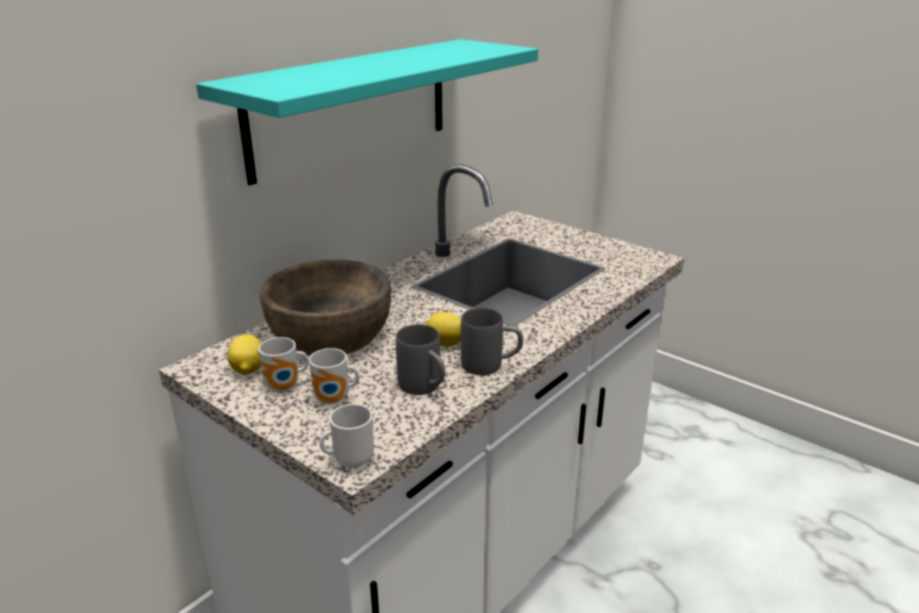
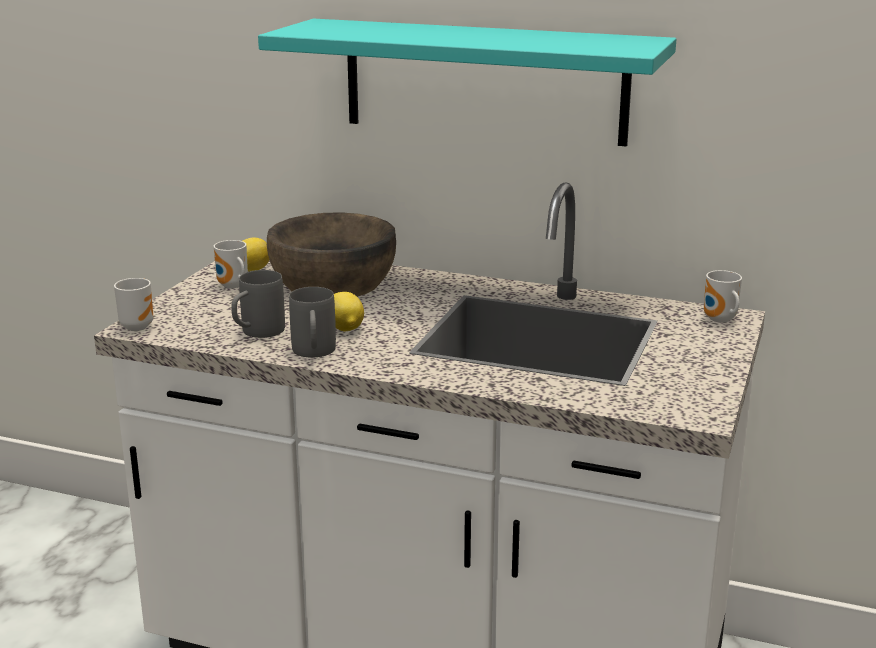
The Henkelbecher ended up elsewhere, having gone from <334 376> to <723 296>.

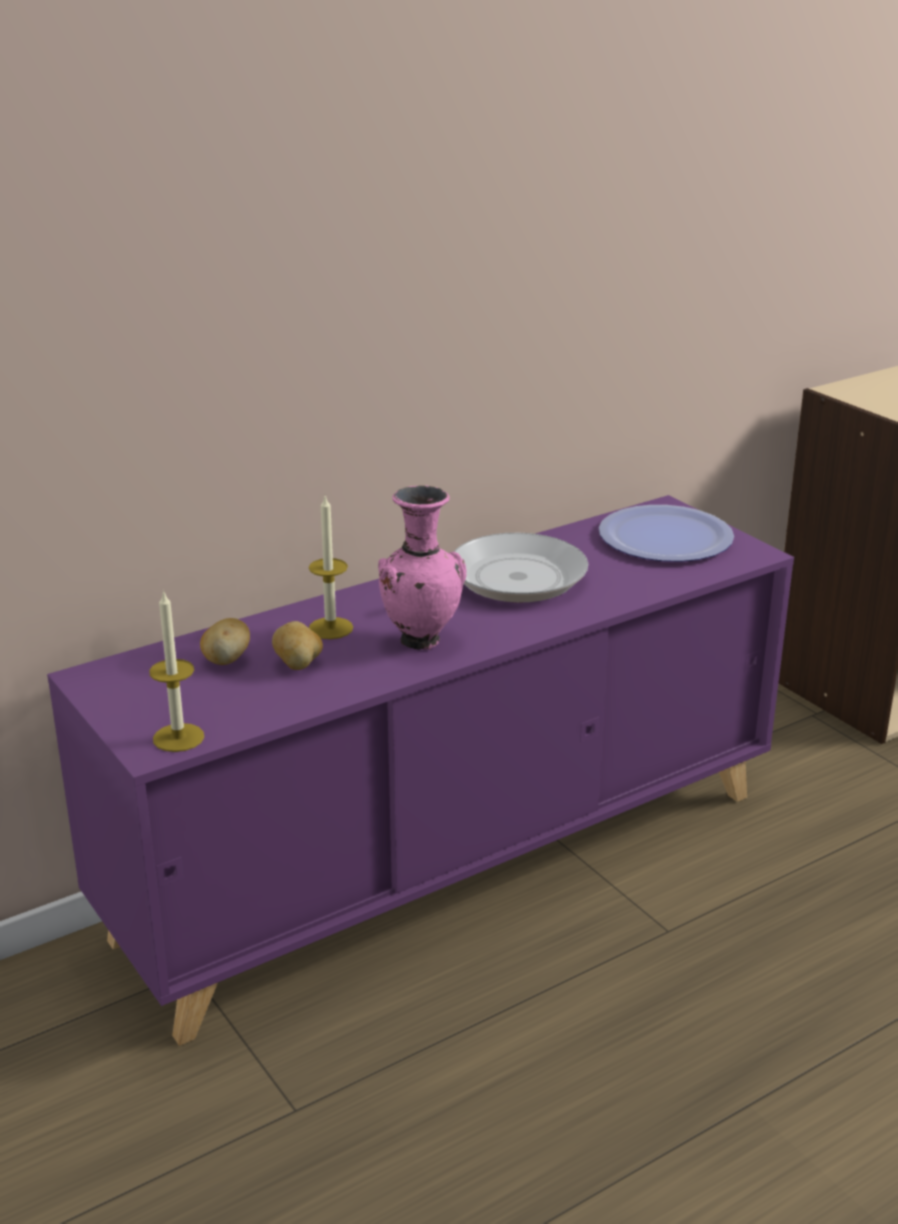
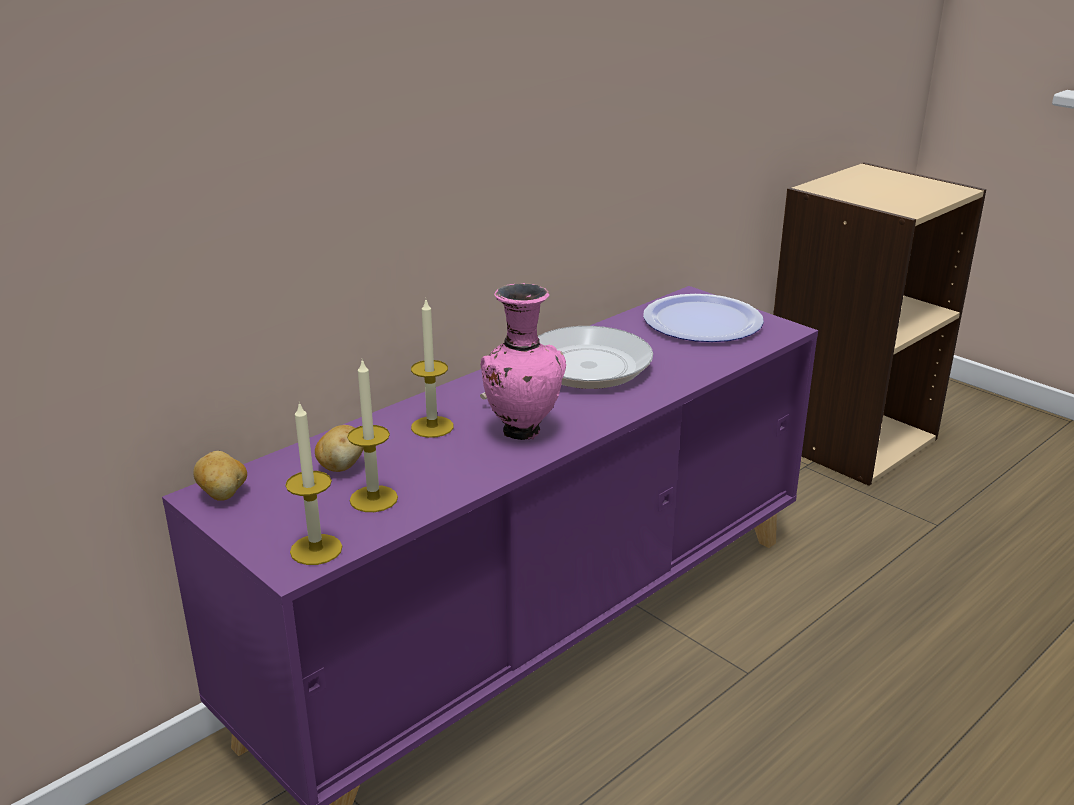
The Kartoffel ended up elsewhere, having gone from <297 645> to <220 476>.
The second view gained the Kerze at <372 435>.

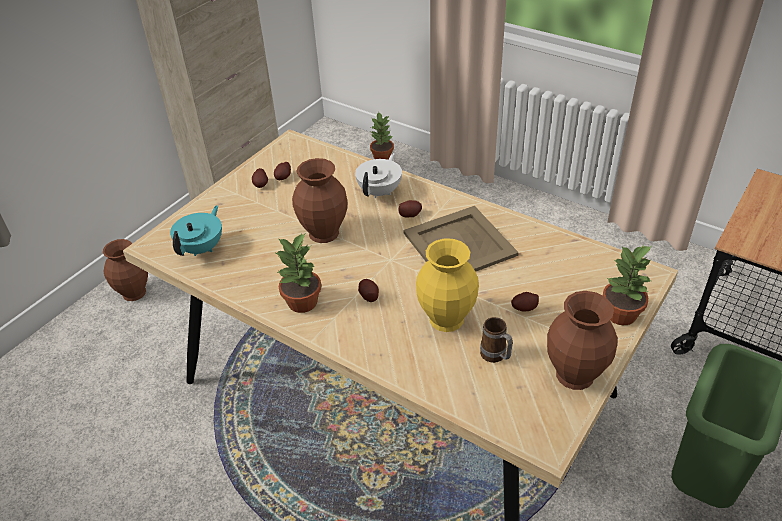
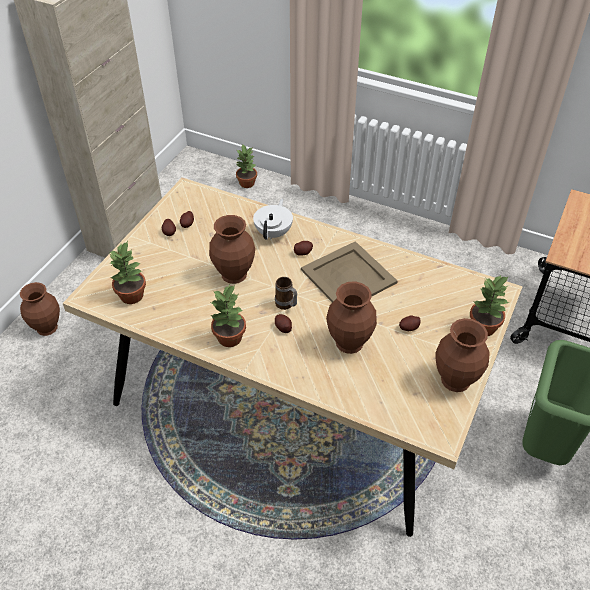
Where the Teekanne [türkis] stood at <196 230>, the Topfpflanze came to stand at <127 272>.
The Henkelbecher ended up elsewhere, having gone from <496 340> to <286 293>.
What was the Vase [gelb] at <447 285> turned into the Vase [braun] at <351 317>.

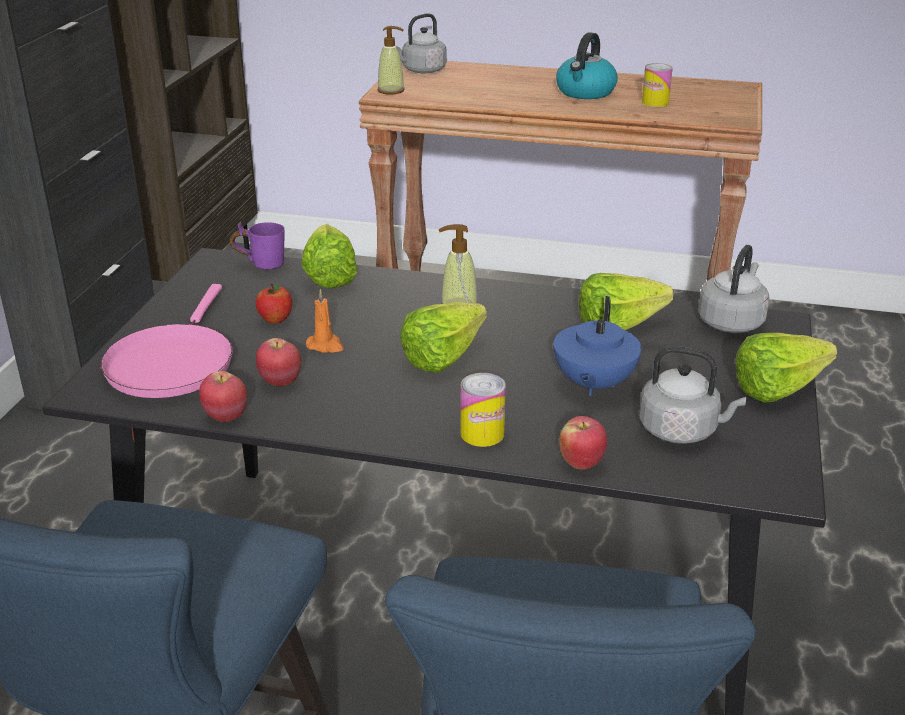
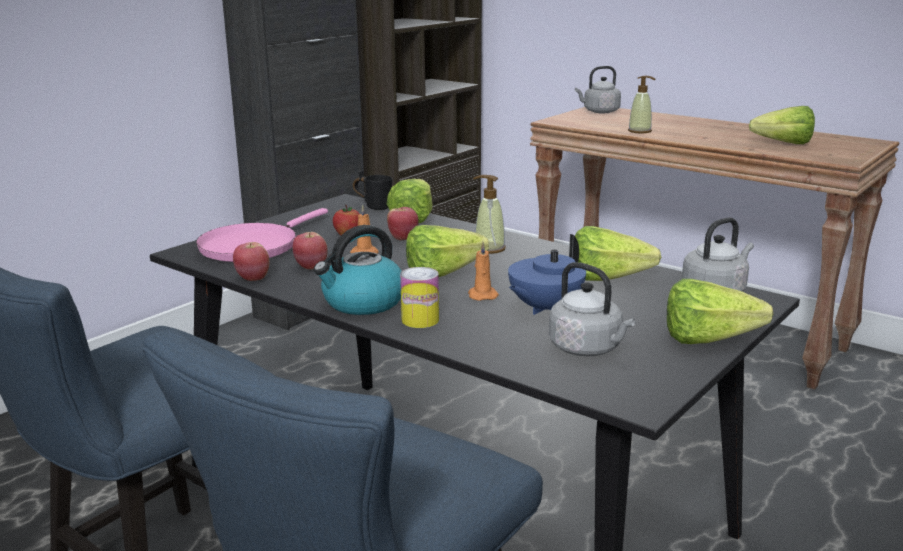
The Wasserkessel ended up elsewhere, having gone from <587 65> to <358 270>.
What was the Henkelbecher [lila] at <257 246> turned into the Henkelbecher [schwarz] at <372 190>.
The Apfel ended up elsewhere, having gone from <583 443> to <403 223>.
The second view gained the Kerze [orange] at <483 271>.
The Seifenspender ended up elsewhere, having gone from <391 60> to <642 104>.
Where the Dose stood at <657 85>, the Salatkopf came to stand at <782 125>.

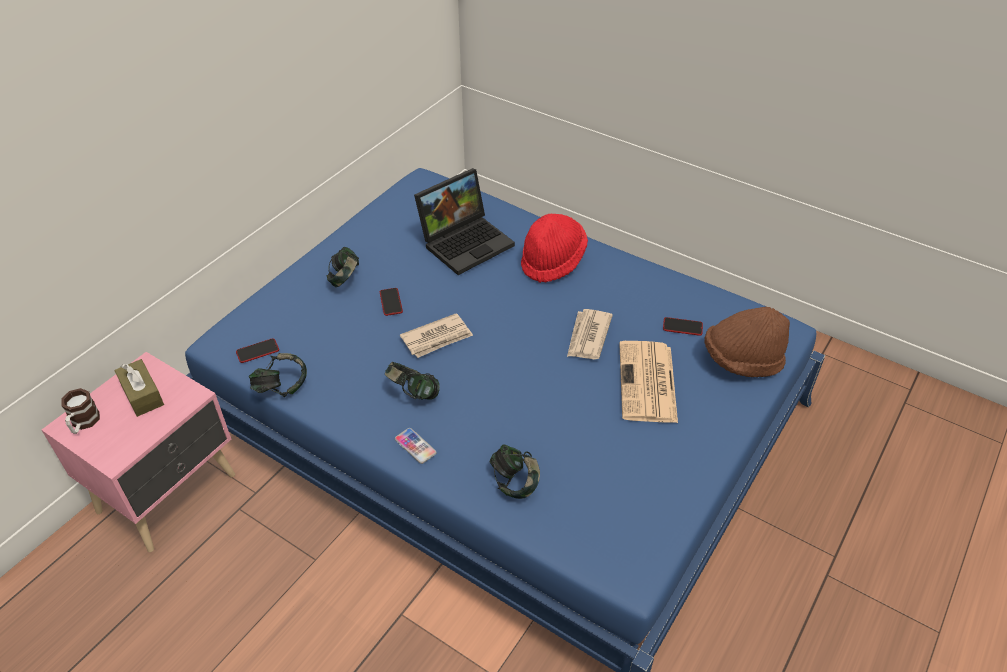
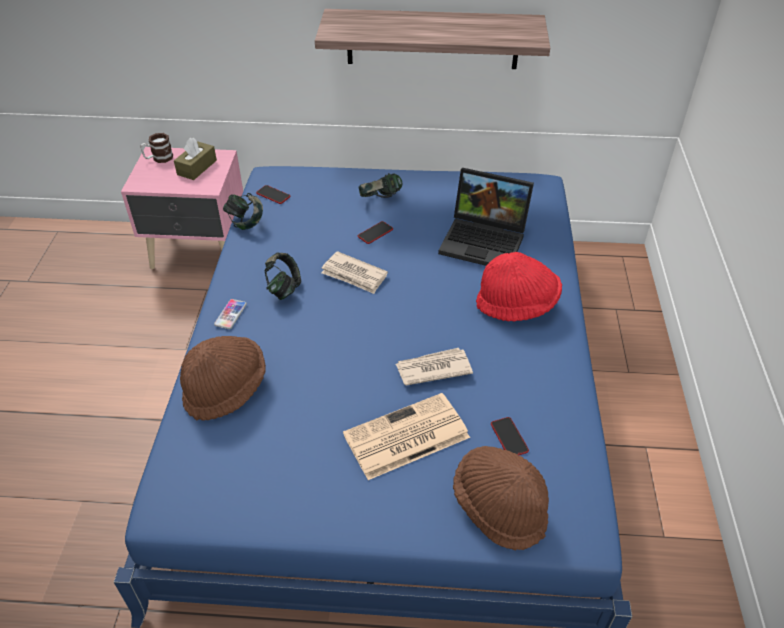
Where the Kopfhörer stood at <515 472>, the Hut [braun] came to stand at <223 378>.
The second view gained the Wandregal at <432 39>.

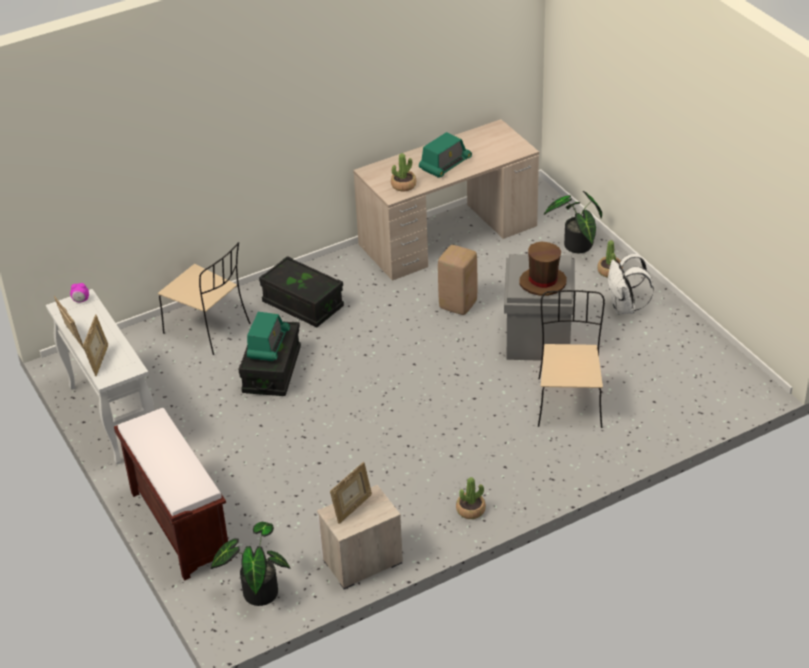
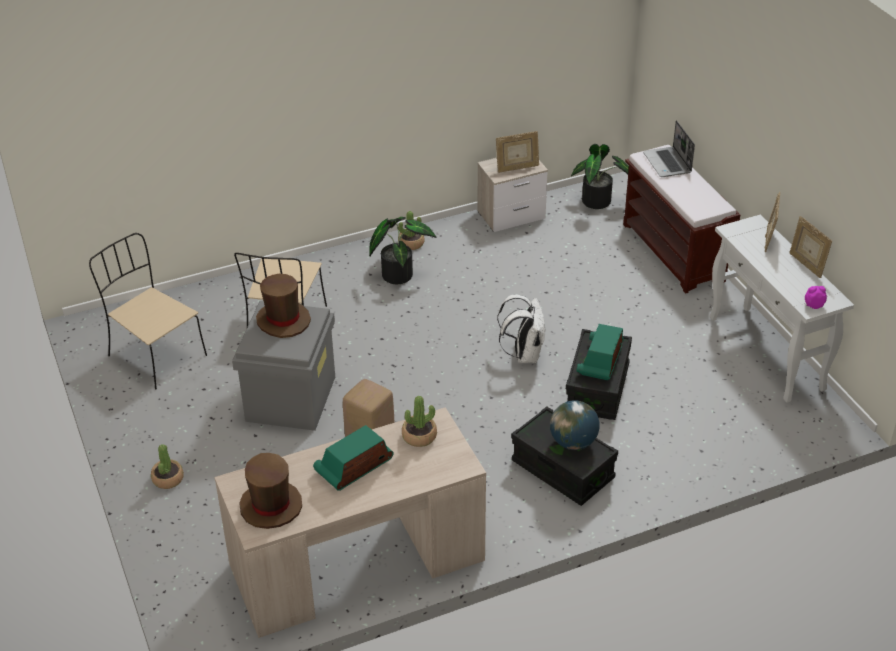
The Stuhl [beige] ended up elsewhere, having gone from <204 298> to <148 311>.
The second view gained the Hut [braun] at <271 491>.
The Topfpflanze ended up elsewhere, having gone from <573 222> to <402 250>.
The Bilderrahmen at <351 493> ended up facing another way, 150 degrees counterclockwise from before.
The Rucksack [weiß] ended up elsewhere, having gone from <631 284> to <521 328>.
The second view gained the Globus at <575 425>.
The second view gained the Laptop at <669 148>.

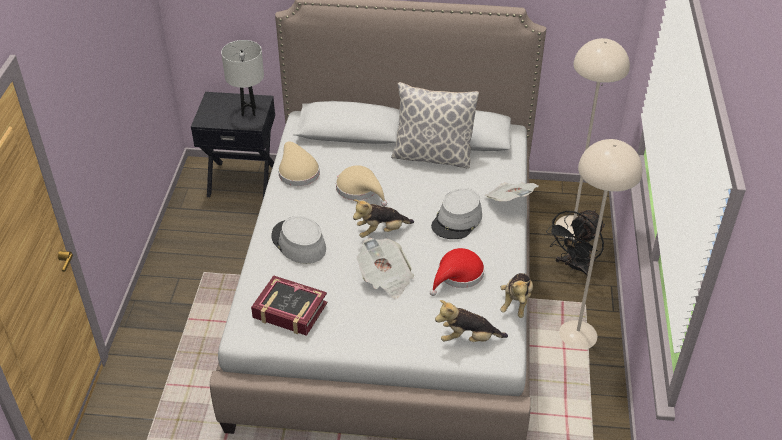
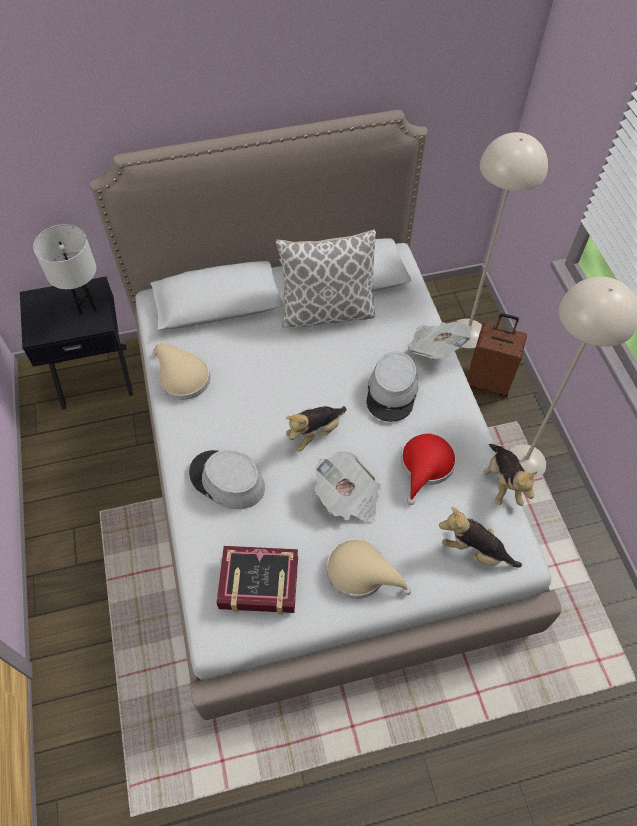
The Hut [beige] ended up elsewhere, having gone from <361 185> to <369 569>.
The Plüschtier at <471 321> ended up facing another way, 45 degrees clockwise from before.
Where the Ventilator [schwarz] stood at <575 243>, the Koffer [braun] came to stand at <497 355>.

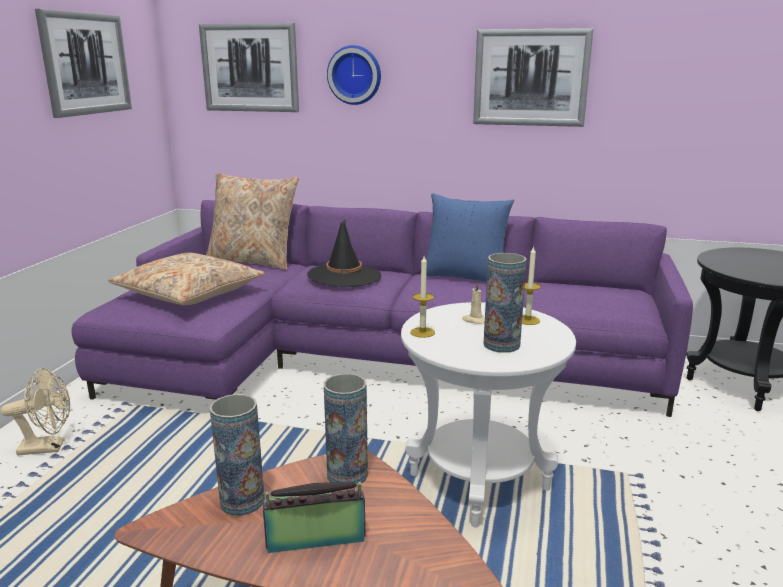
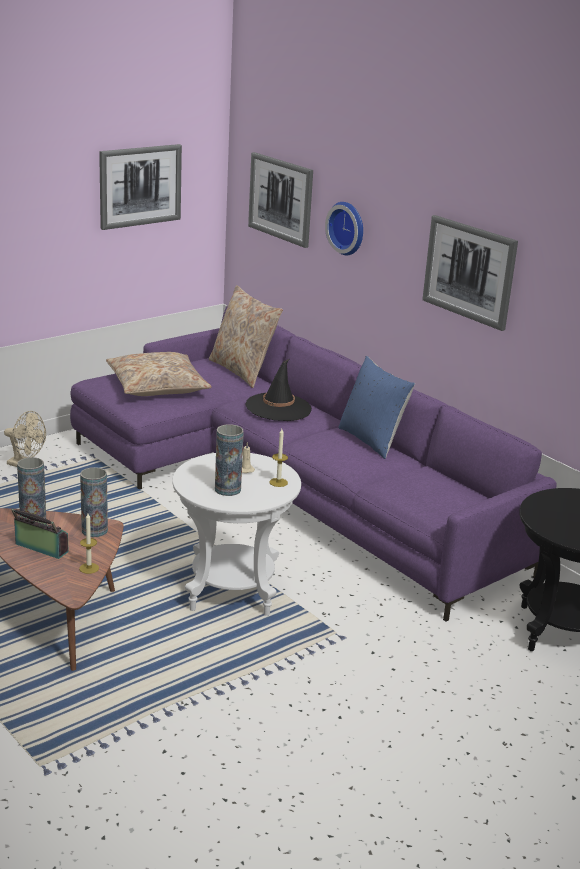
The Kerze ended up elsewhere, having gone from <422 297> to <89 544>.

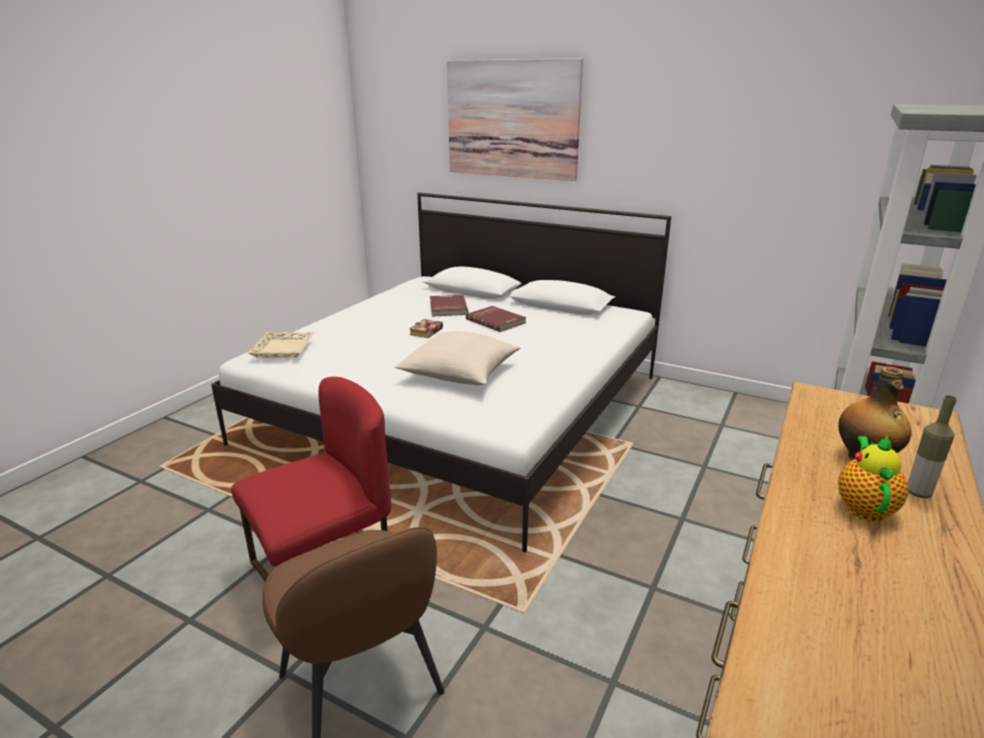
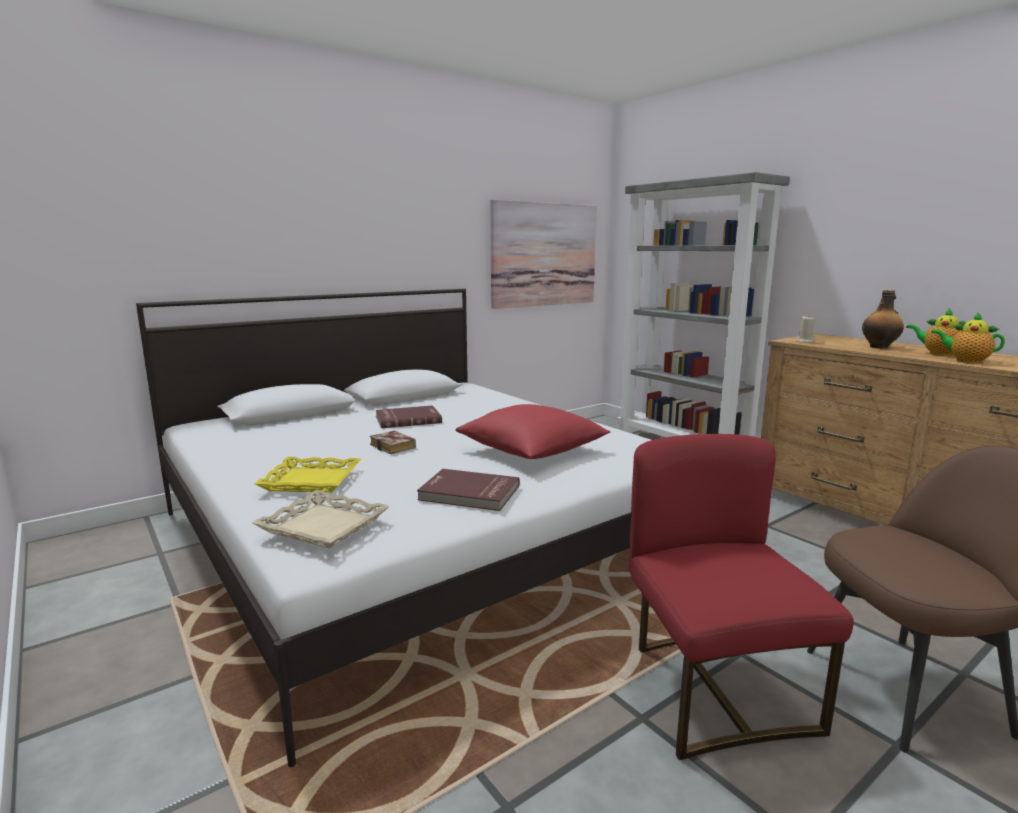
The second view gained the Tablett [gelb] at <307 475>.
The Buch [rot] ended up elsewhere, having gone from <449 305> to <468 490>.
What was the Kissen [beige] at <457 358> turned into the Kissen [rot] at <533 431>.
The Bild ended up elsewhere, having gone from <515 119> to <543 254>.
The second view gained the Kerze [beige] at <805 329>.
The second view gained the Teekanne at <968 337>.
The second view lost the Flasche at <932 446>.

